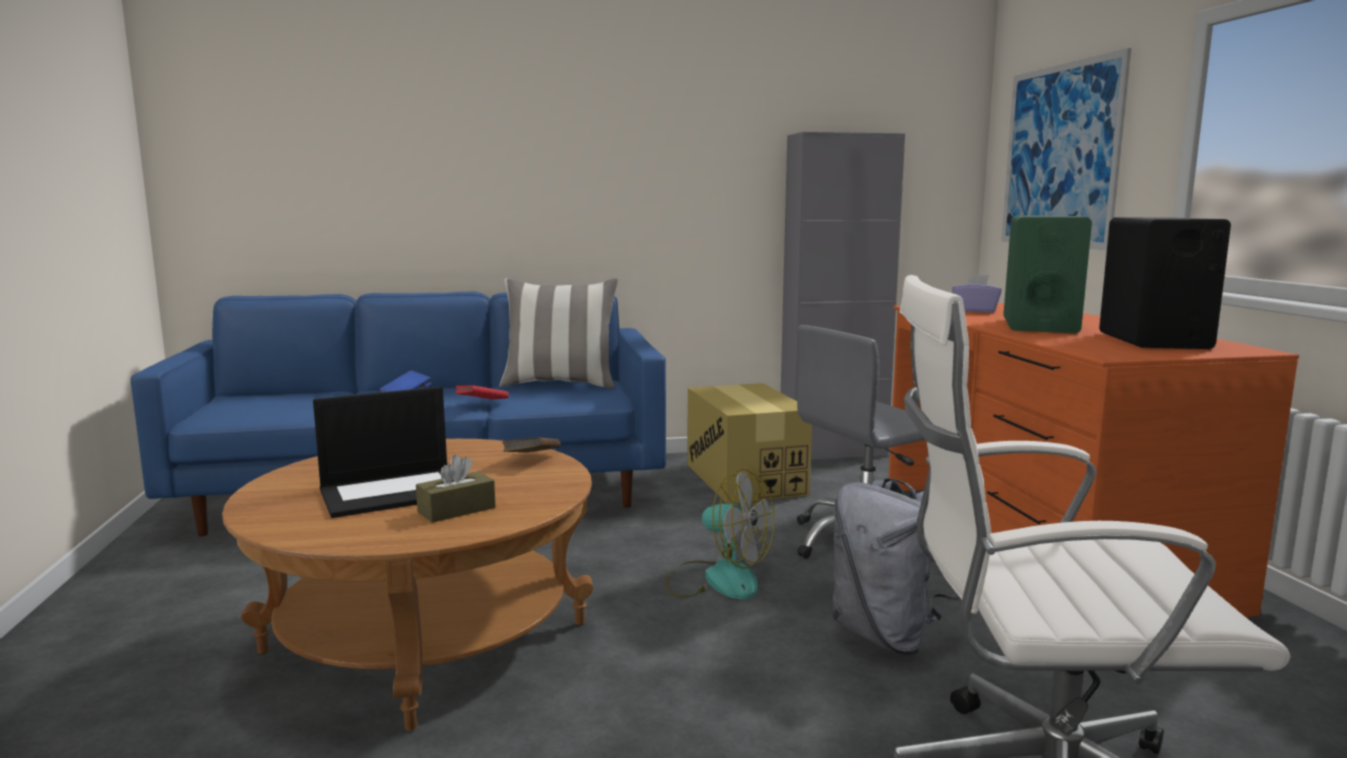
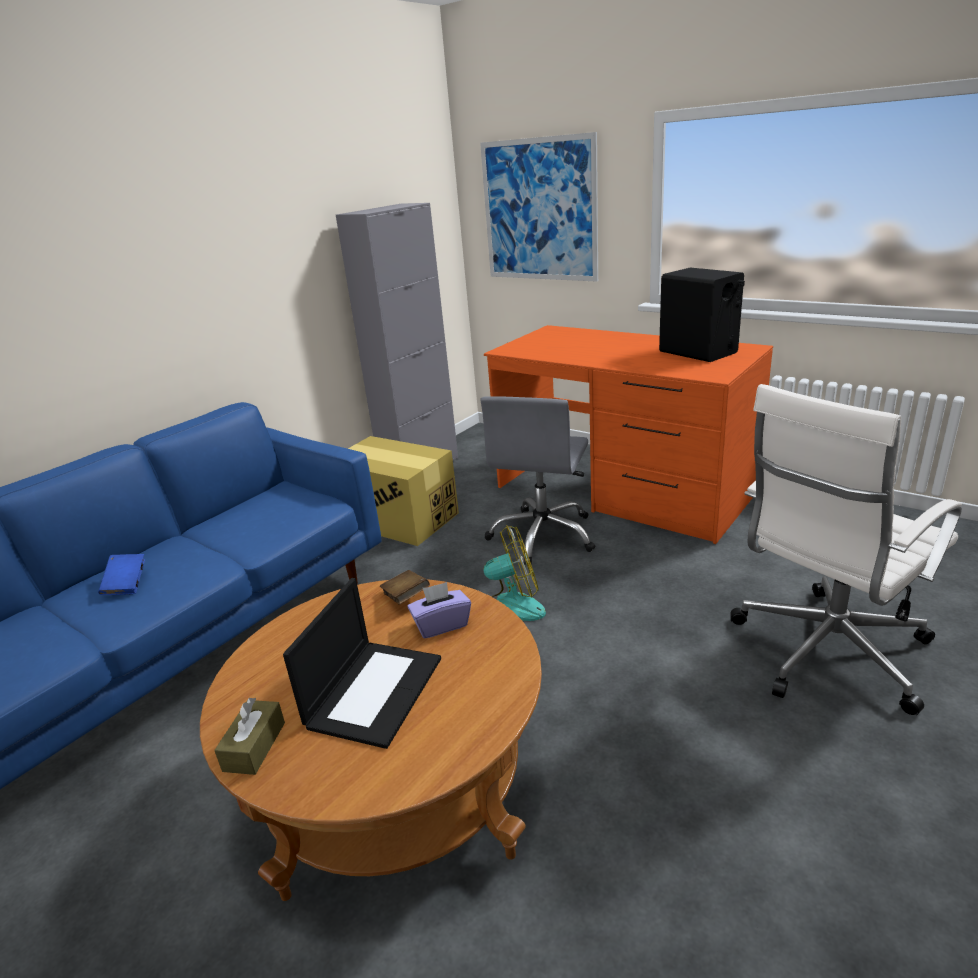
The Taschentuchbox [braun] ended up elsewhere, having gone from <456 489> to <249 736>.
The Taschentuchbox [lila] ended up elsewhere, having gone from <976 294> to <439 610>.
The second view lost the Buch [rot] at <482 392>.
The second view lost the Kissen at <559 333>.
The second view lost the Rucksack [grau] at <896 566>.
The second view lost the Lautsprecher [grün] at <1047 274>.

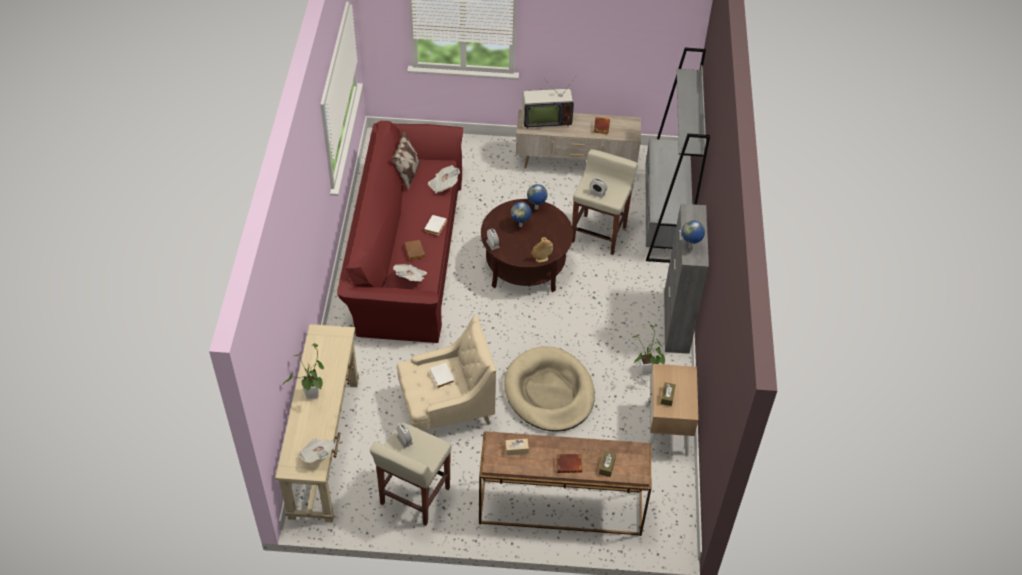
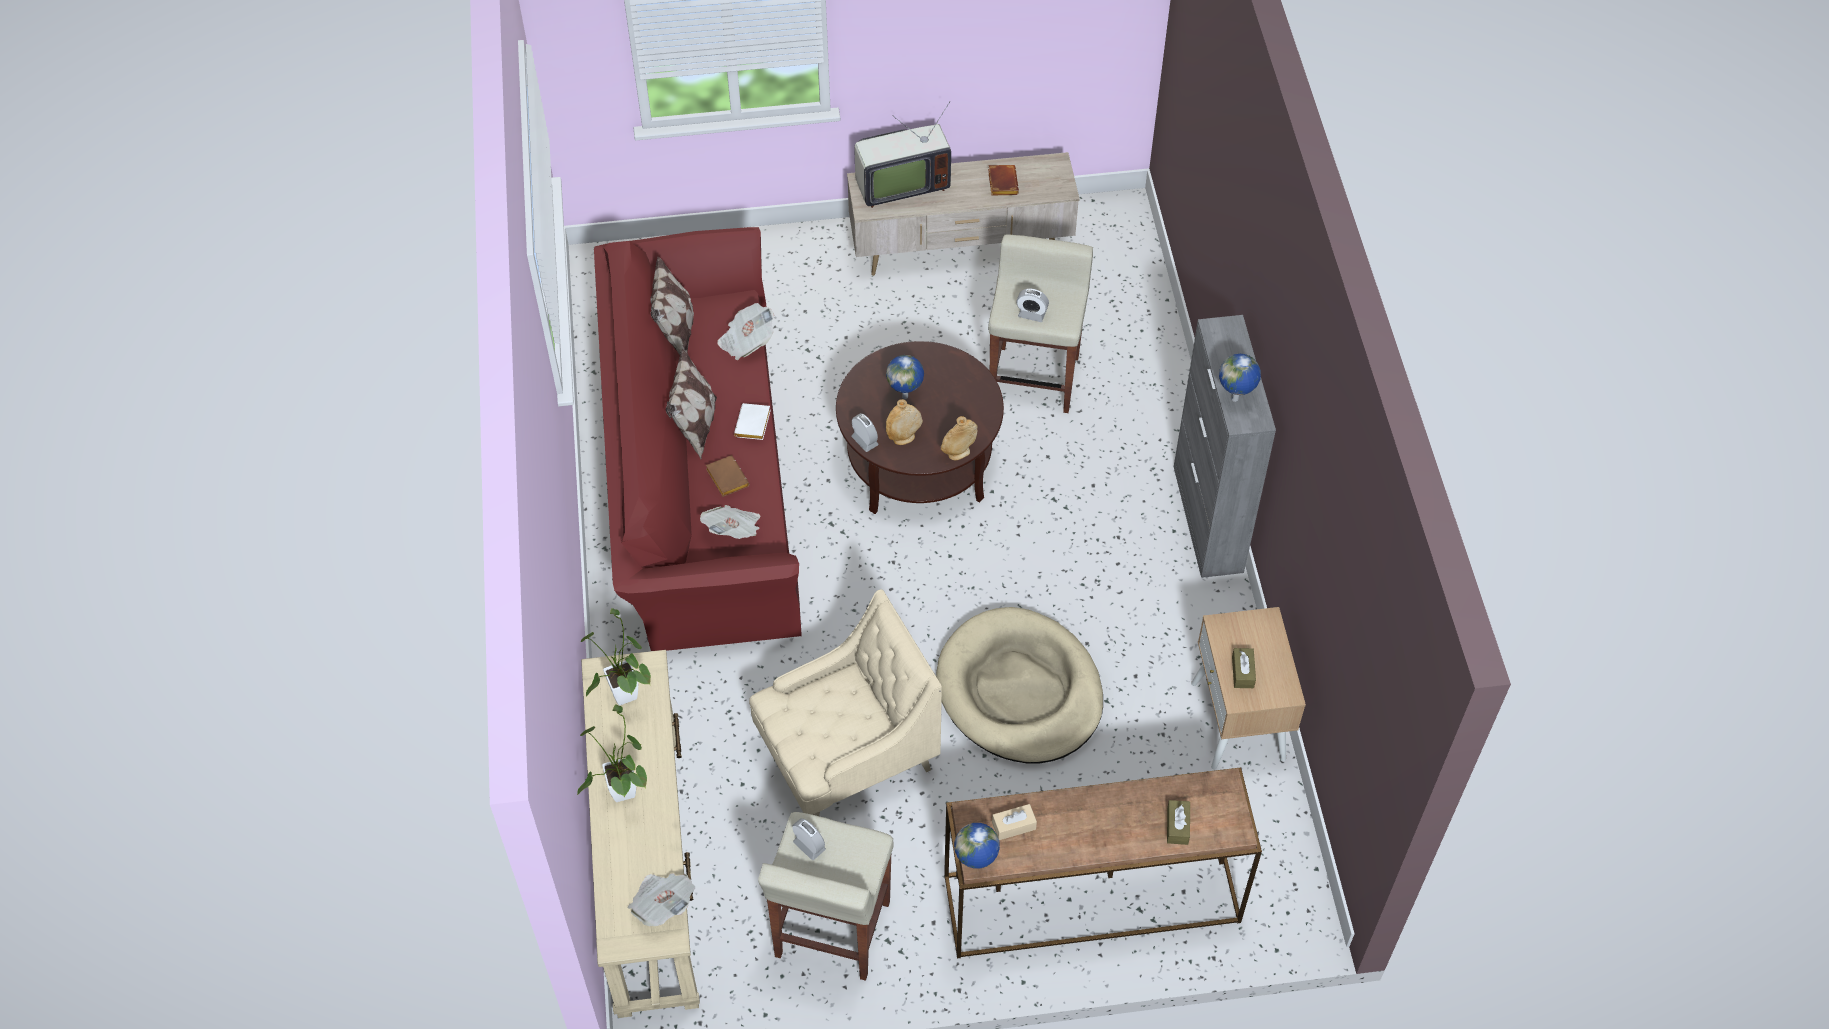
The Topfpflanze ended up elsewhere, having gone from <648 349> to <615 656>.
The second view gained the Kissen at <691 403>.
The second view gained the Vase [beige] at <904 422>.
The Globus ended up elsewhere, having gone from <537 197> to <977 846>.
The second view lost the Buch [weiß] at <442 375>.
The second view lost the Buch [braun] at <569 463>.
The second view lost the Bücherregal [grau] at <678 155>.

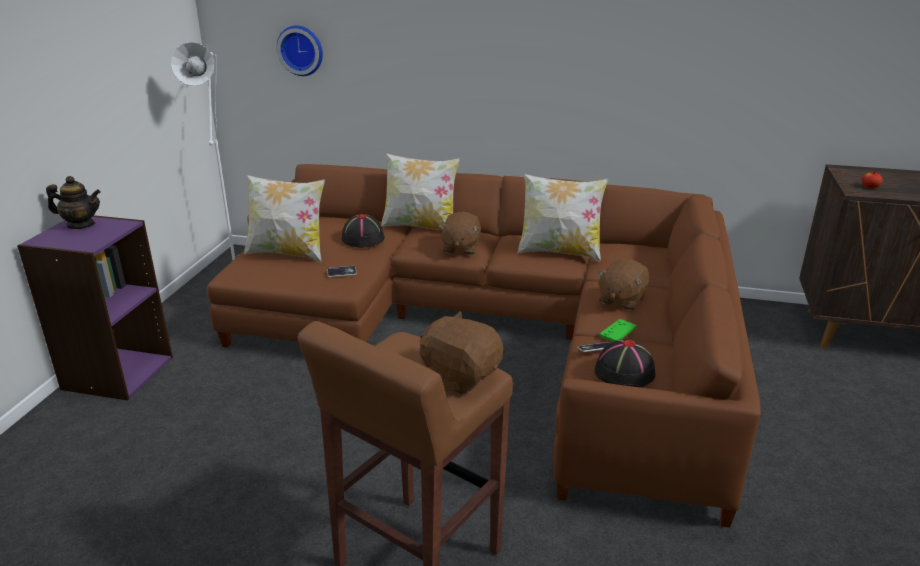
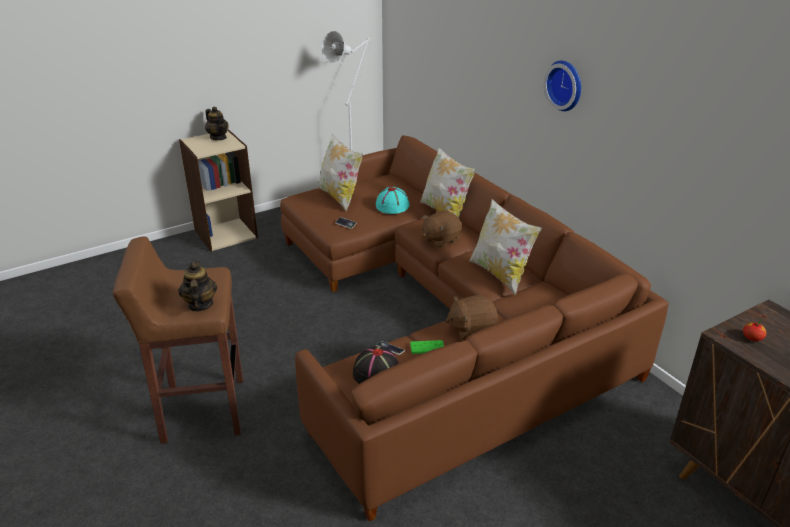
Where the Plüschtier [braun] stood at <461 352>, the Teekanne came to stand at <197 286>.
What was the Bücherregal [lila] at <95 308> turned into the Bücherregal [beige] at <218 190>.
What was the Hut [schwarz] at <363 231> turned into the Hut [türkis] at <393 200>.
The Wanduhr ended up elsewhere, having gone from <300 50> to <562 86>.

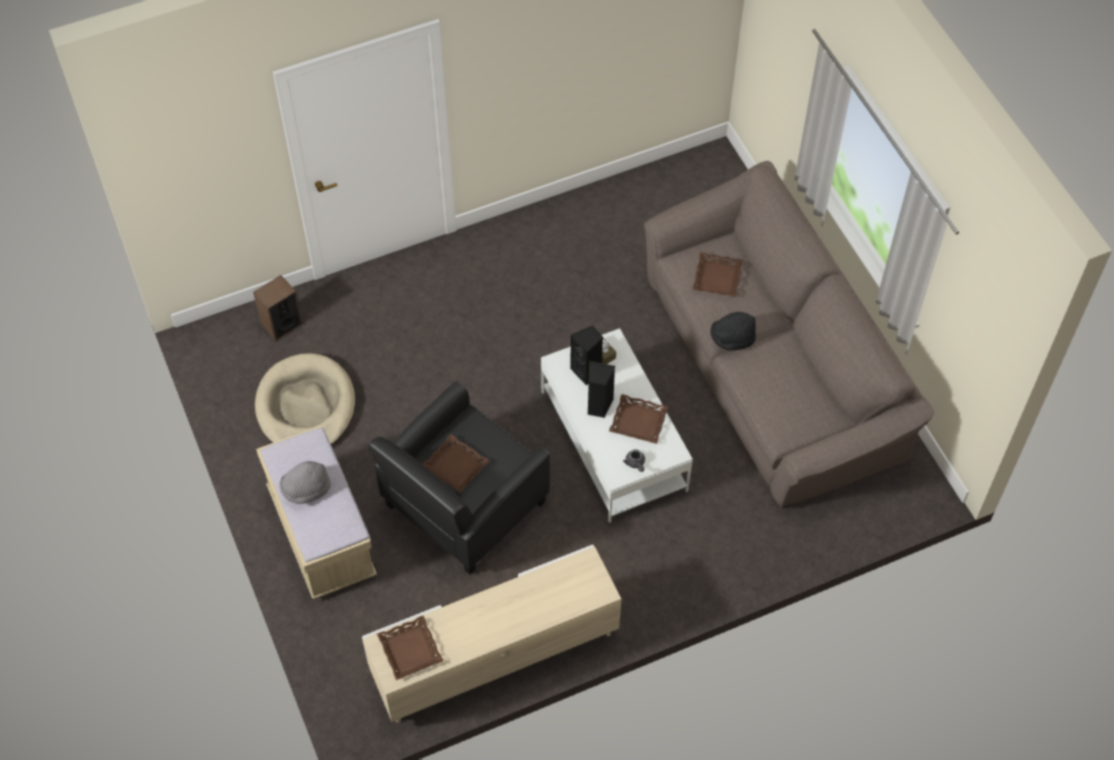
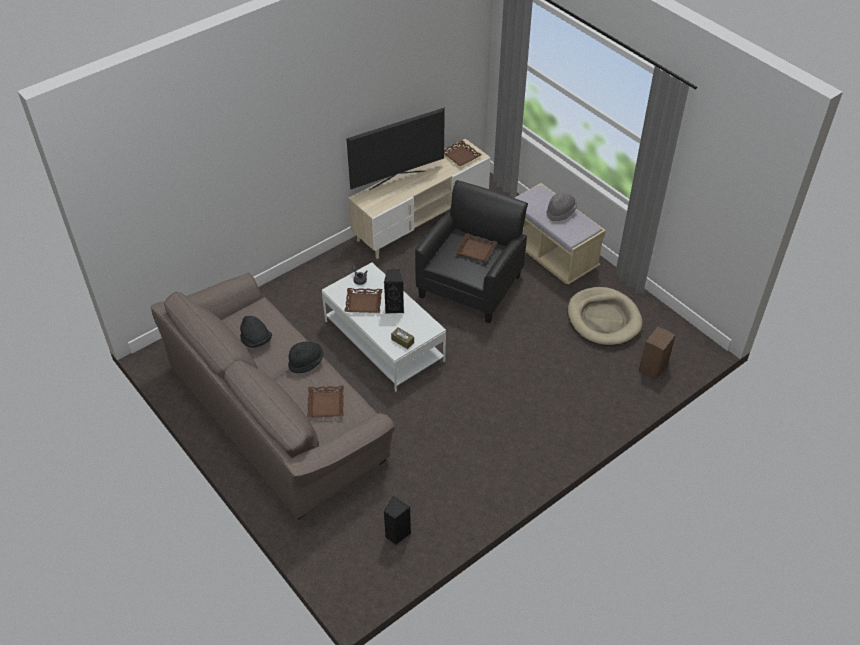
The second view gained the Hut [schwarz] at <256 332>.
The second view gained the Fernseher at <395 148>.
The Lautsprecher [schwarz] ended up elsewhere, having gone from <586 355> to <397 520>.

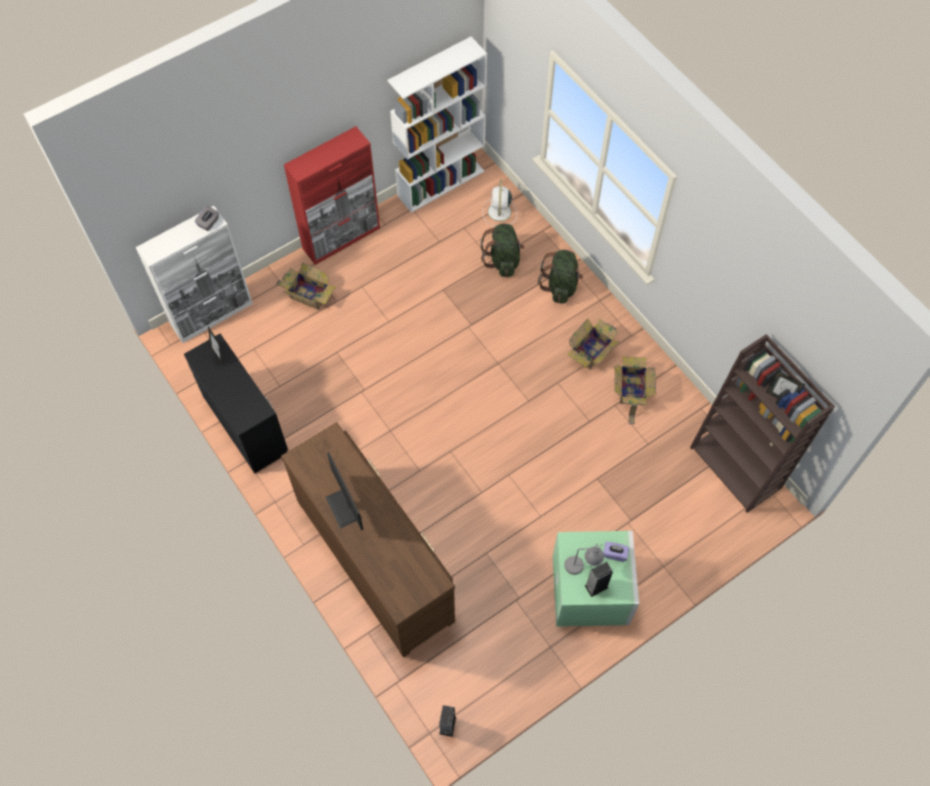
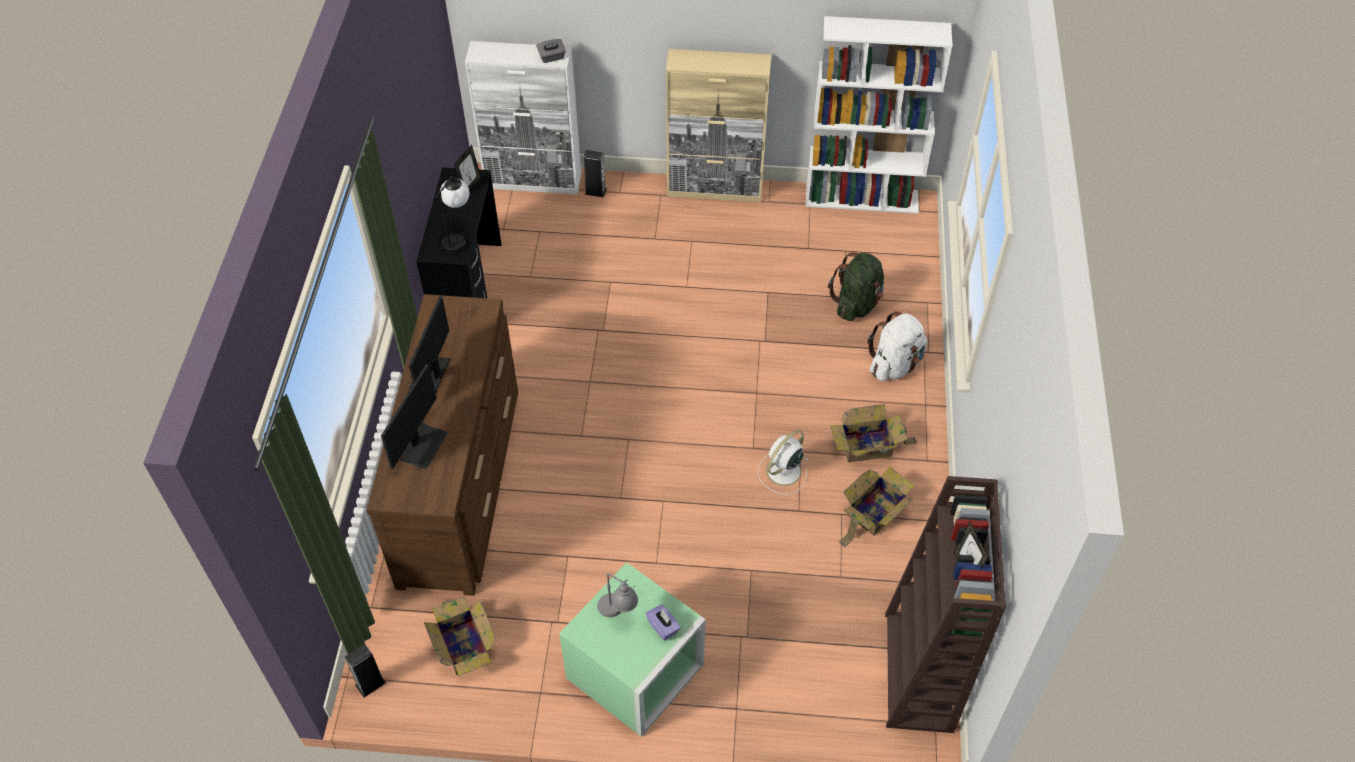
The second view gained the Monitor at <414 416>.
The Karton ended up elsewhere, having gone from <306 286> to <460 636>.
The second view gained the Tischlampe at <452 214>.
The Lautsprecher ended up elsewhere, having gone from <598 579> to <595 174>.
What was the Schrank [rot] at <332 195> turned into the Schrank [beige] at <718 125>.
The Ventilator [weiß] ended up elsewhere, having gone from <500 203> to <782 462>.
What was the Rucksack [grün] at <560 276> turned into the Rucksack [weiß] at <897 346>.

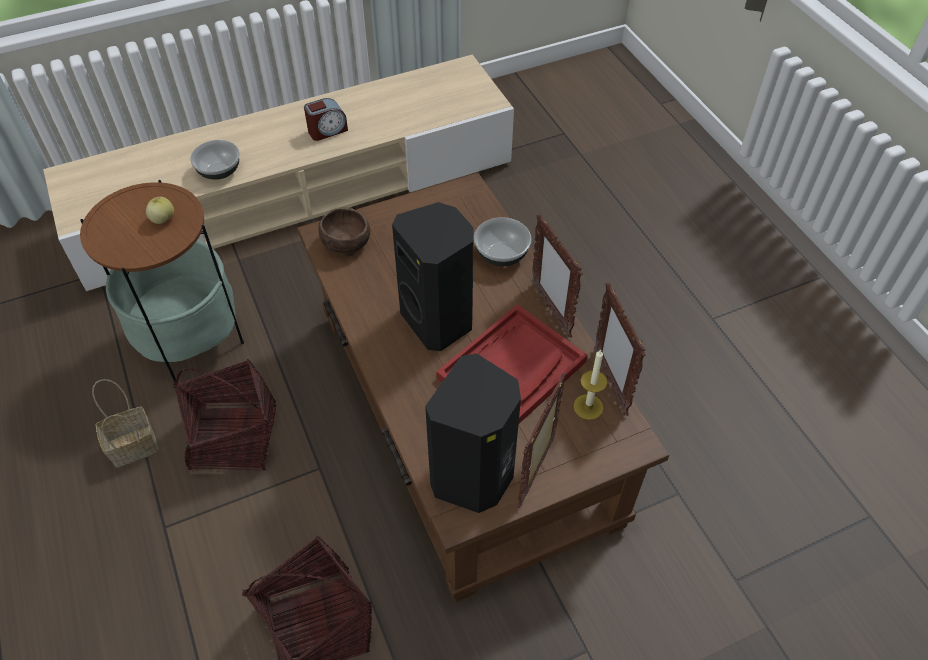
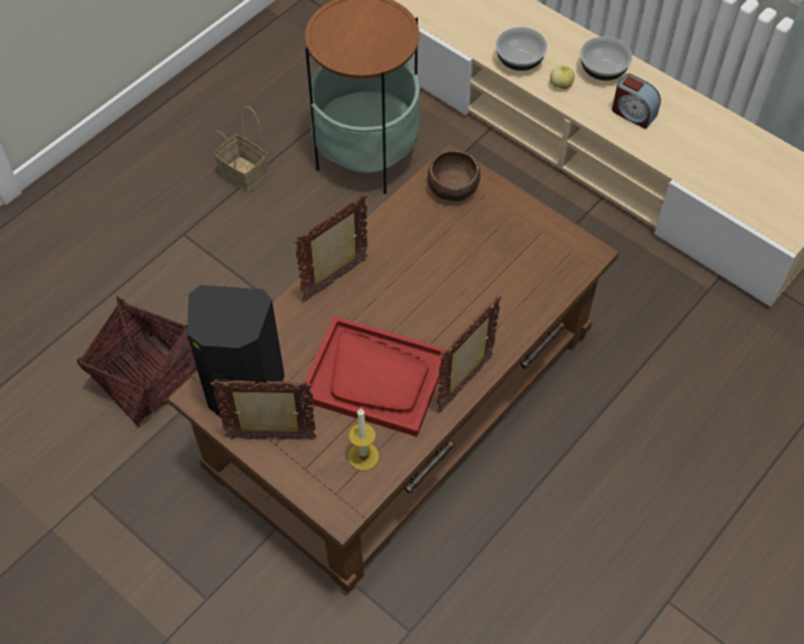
The Bilderrahmen ended up elsewhere, having gone from <620 349> to <331 247>.
The Apfel ended up elsewhere, having gone from <160 210> to <562 77>.
The Schüssel ended up elsewhere, having gone from <503 241> to <606 58>.
The second view lost the Korb at <224 414>.
The second view lost the Lautsprecher [schwarz] at <433 276>.

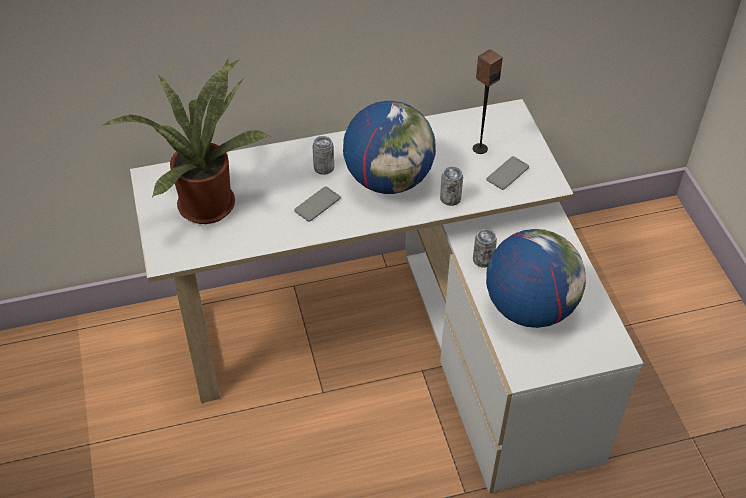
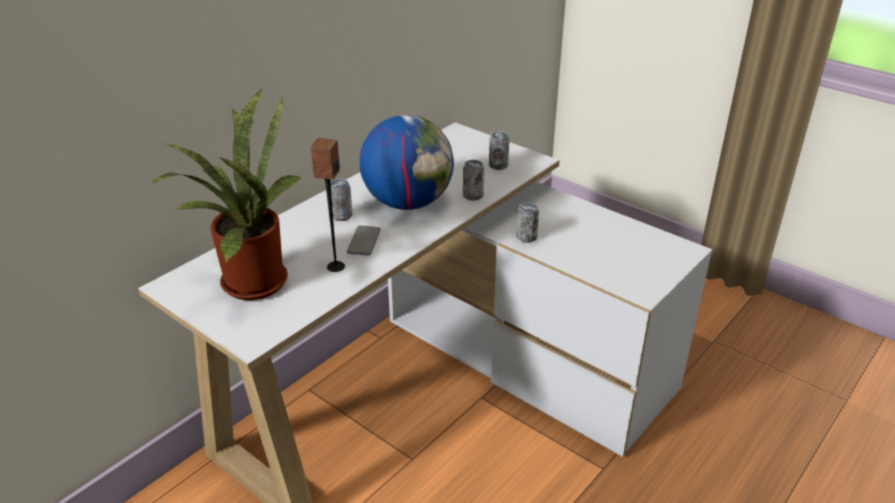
The Lautsprecher ended up elsewhere, having gone from <488 101> to <327 205>.
Where the Handy stood at <507 173>, the Dose came to stand at <499 150>.
The second view lost the Globus at <536 278>.

